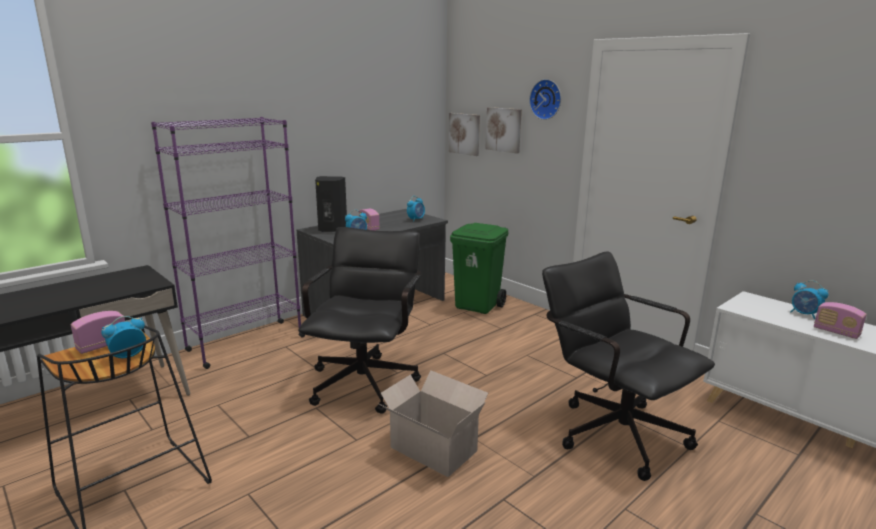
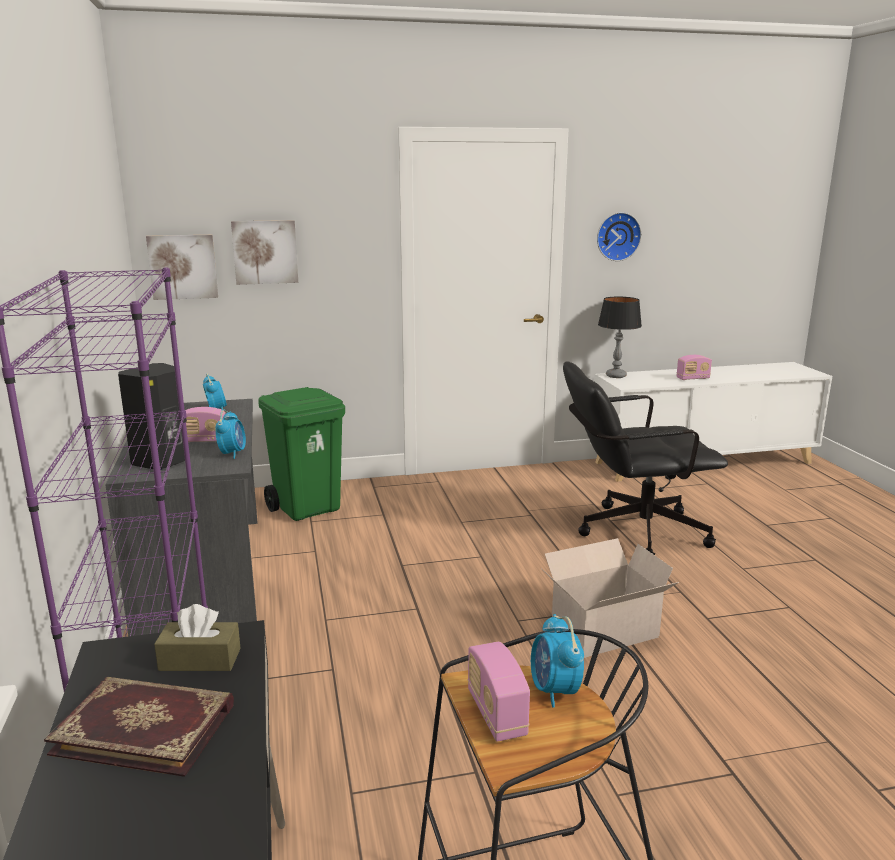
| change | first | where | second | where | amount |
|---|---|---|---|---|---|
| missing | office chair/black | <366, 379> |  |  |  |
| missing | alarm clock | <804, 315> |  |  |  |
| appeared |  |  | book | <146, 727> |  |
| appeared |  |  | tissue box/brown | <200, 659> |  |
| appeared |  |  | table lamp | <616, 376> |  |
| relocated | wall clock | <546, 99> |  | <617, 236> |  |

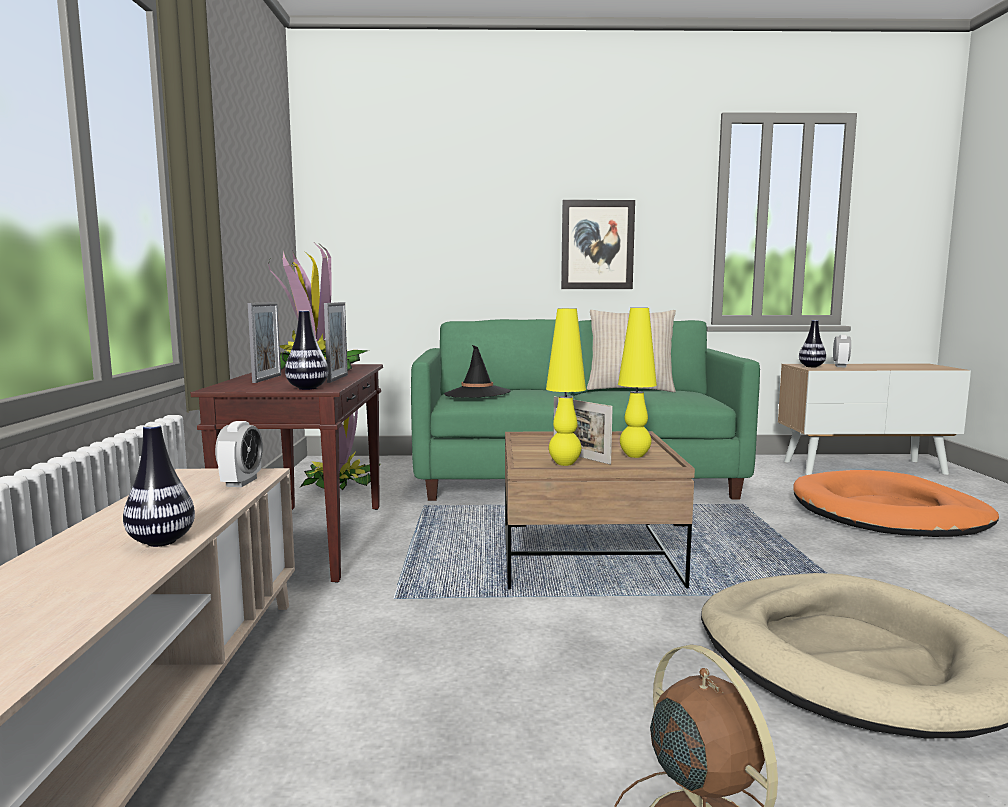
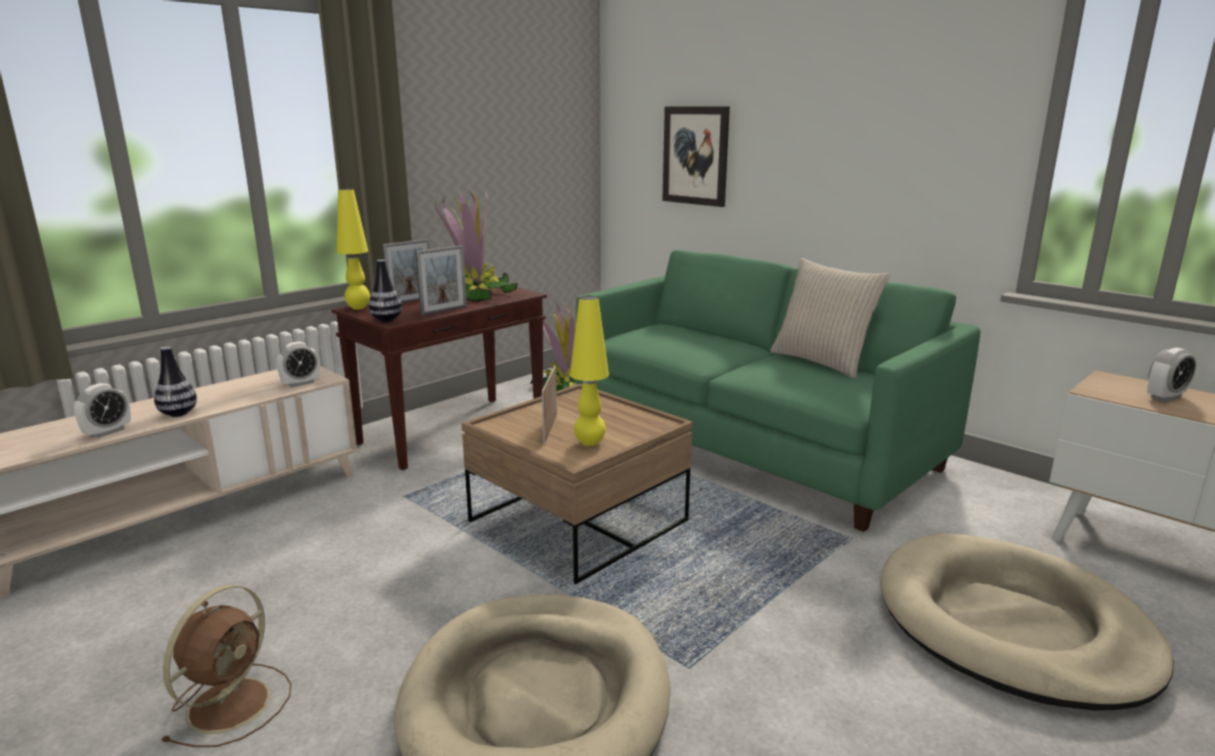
| change | first | where | second | where | amount |
|---|---|---|---|---|---|
| missing | hat/black | <477, 394> |  |  |  |
| missing | vase | <811, 366> |  |  |  |
| appeared |  |  | alarm clock | <107, 432> |  |
| relocated | table lamp/yellow | <564, 463> |  | <358, 308> |  |
| relocated | picture | <597, 245> |  | <695, 155> |  |
| colour | dog bed/orange | <888, 513> | dog bed/beige | <1011, 626> |  |

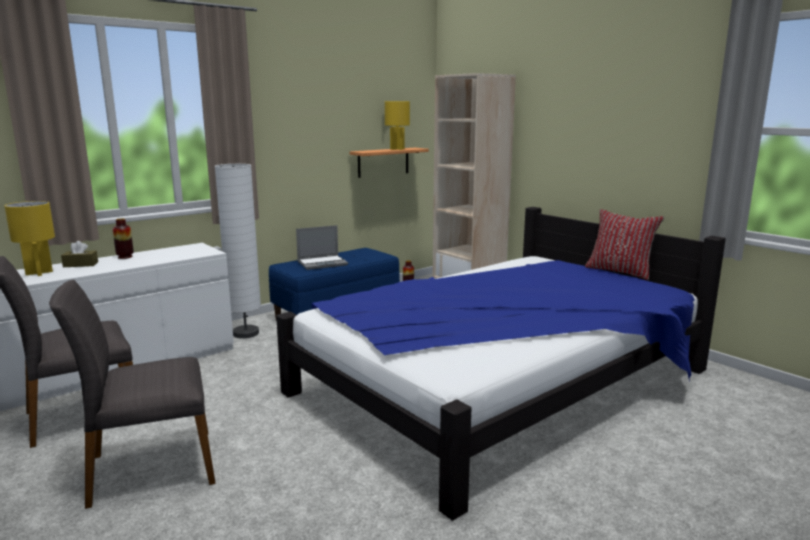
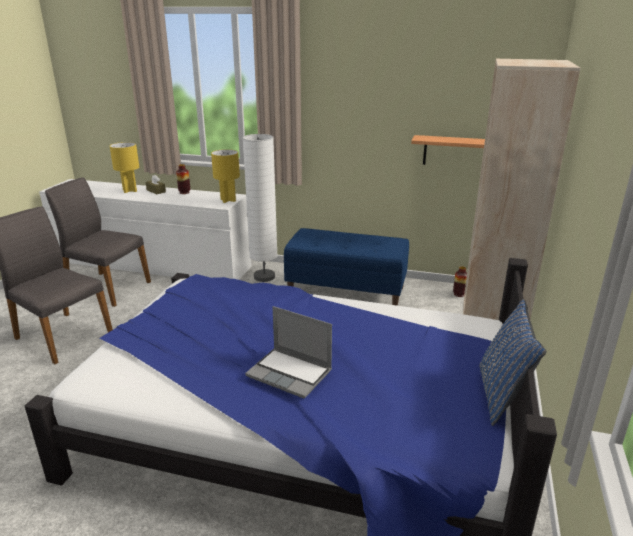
| change | first | where | second | where | amount |
|---|---|---|---|---|---|
| relocated | laptop | <323, 263> |  | <291, 373> |  |
| relocated | table lamp/yellow | <397, 149> |  | <228, 200> |  |
| colour | pillow/red | <620, 271> | pillow/blue | <502, 395> |  |

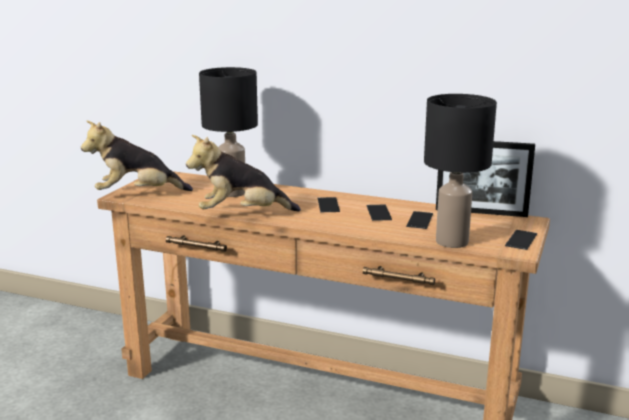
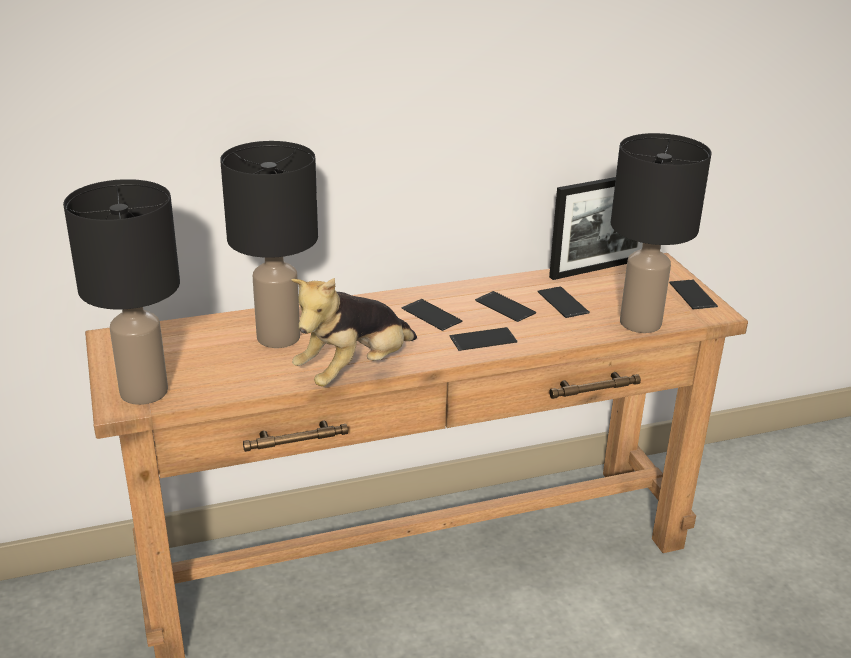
| change | first | where | second | where | amount |
|---|---|---|---|---|---|
| appeared |  |  | phone | <483, 339> |  |
| exchanged | plush toy | <137, 194> | table lamp/black | <145, 391> |  |

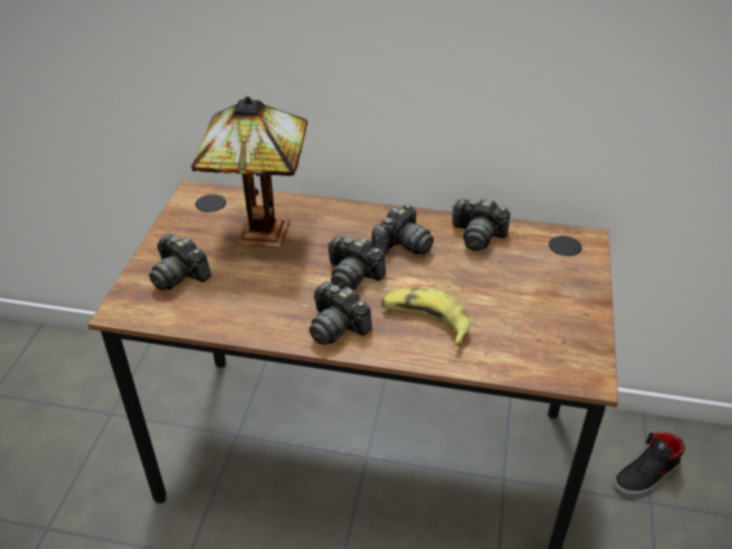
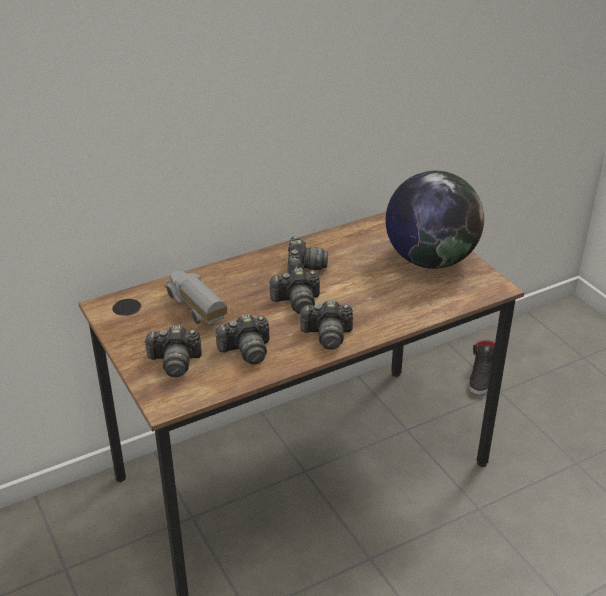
| change | first | where | second | where | amount |
|---|---|---|---|---|---|
| missing | banana | <425, 321> |  |  |  |
| appeared |  |  | globe | <430, 260> |  |
| relocated | photo camera | <477, 236> |  | <246, 351> |  |
| exchanged | table lamp | <258, 234> | toy truck | <195, 309> |  |

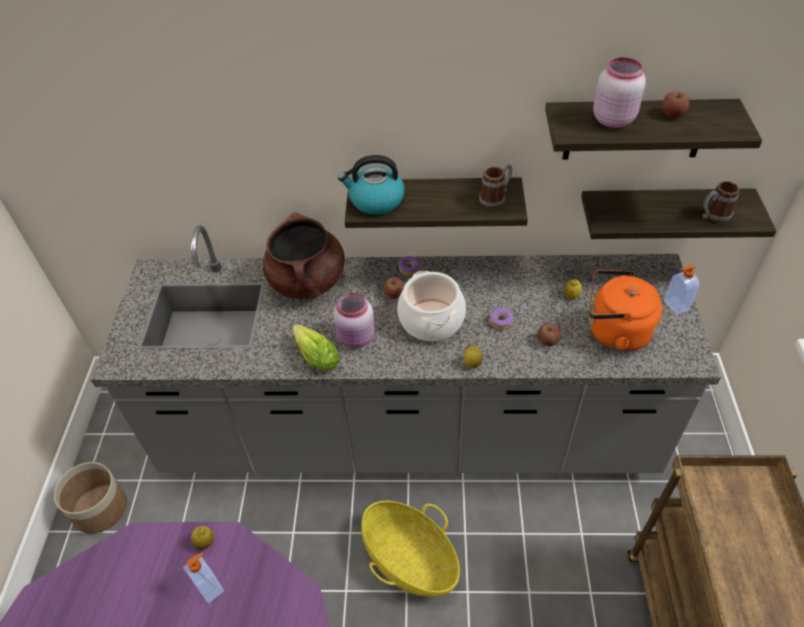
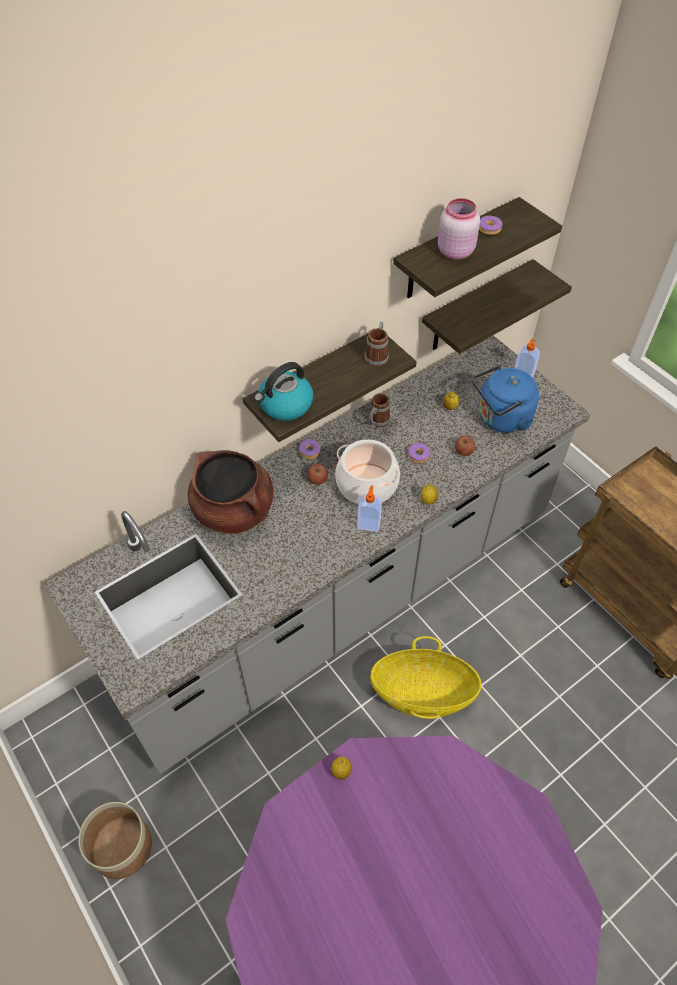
| change | first | where | second | where | amount |
|---|---|---|---|---|---|
| missing | lettuce | <315, 355> |  |  |  |
| missing | jar/pink | <356, 338> |  |  |  |
| relocated | soap dispenser | <210, 587> |  | <369, 524> |  |
| relocated | mug | <713, 216> |  | <377, 422> |  |
| exchanged | apple | <672, 114> | donut | <489, 229> |  |
| colour | kettle/orange | <614, 332> | kettle/blue | <501, 418> |  |

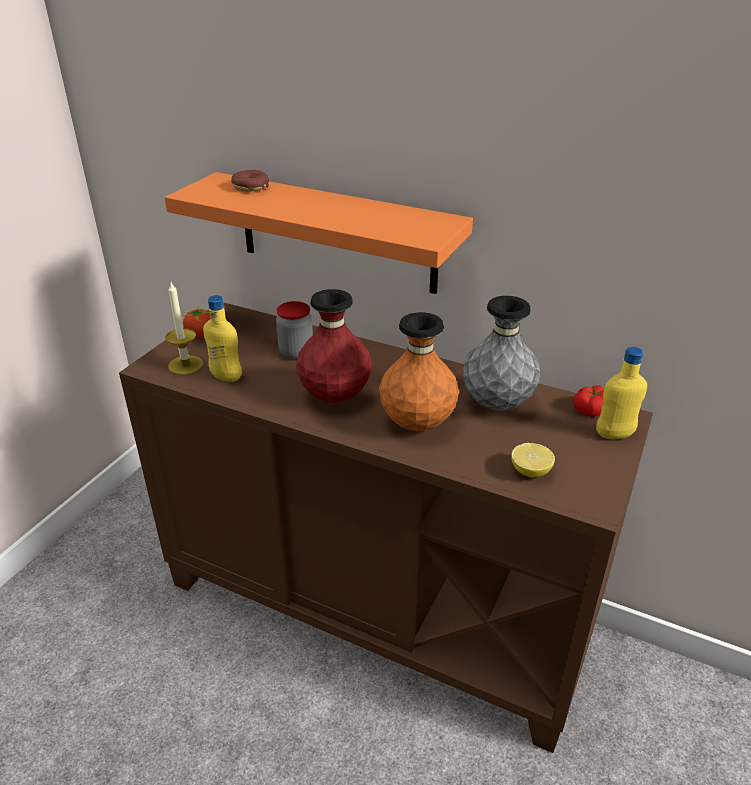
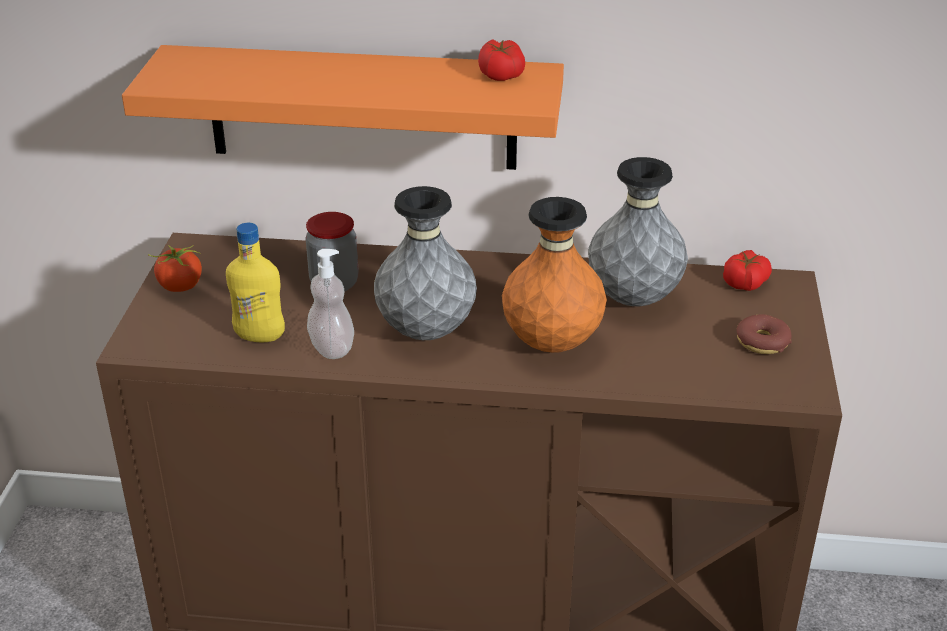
| change | first | where | second | where | amount |
|---|---|---|---|---|---|
| missing | candle | <185, 365> |  |  |  |
| missing | lemon | <530, 471> |  |  |  |
| missing | bottle/yellow | <614, 435> |  |  |  |
| appeared |  |  | soap dispenser | <332, 348> |  |
| appeared |  |  | tomato | <500, 74> |  |
| relocated | donut | <250, 187> |  | <762, 342> |  |
| colour | vase/red | <335, 397> | vase/grey | <426, 332> |  |

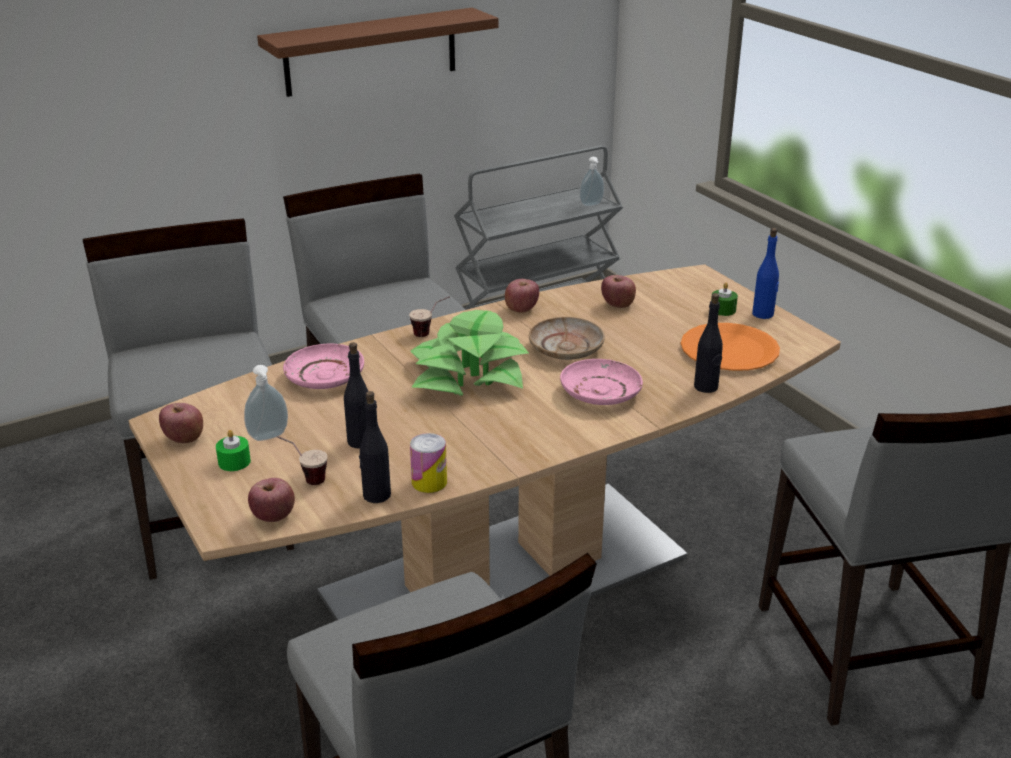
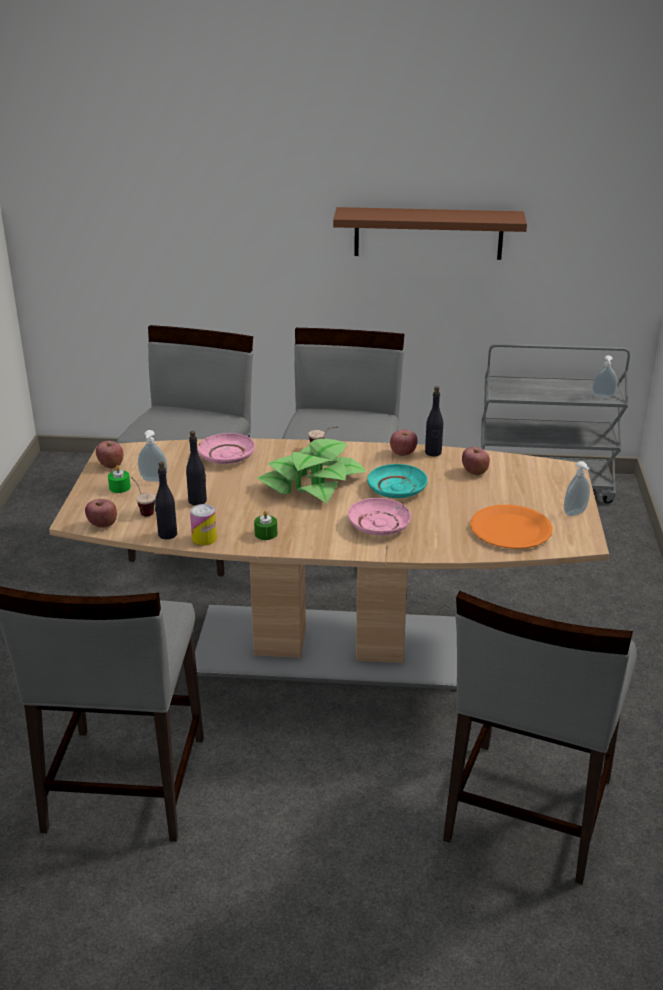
| change | first | where | second | where | amount |
|---|---|---|---|---|---|
| relocated | bottle/black | <706, 387> |  | <433, 452> |  |
| relocated | candle/green | <723, 310> |  | <266, 533> |  |
| exchanged | bottle/blue | <763, 314> | soap dispenser | <576, 513> |  |
| colour | plate/beige | <566, 348> | plate/turquoise | <397, 488> |  |

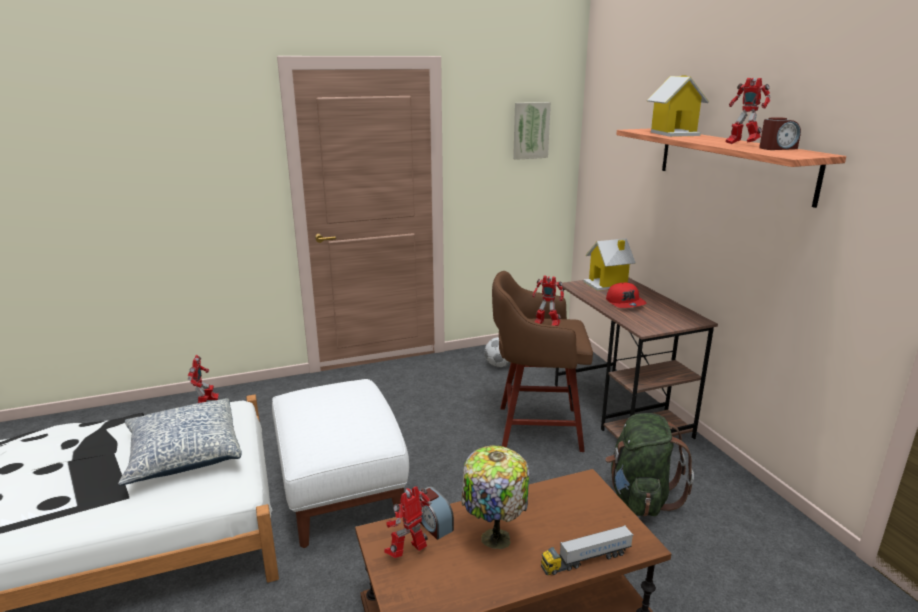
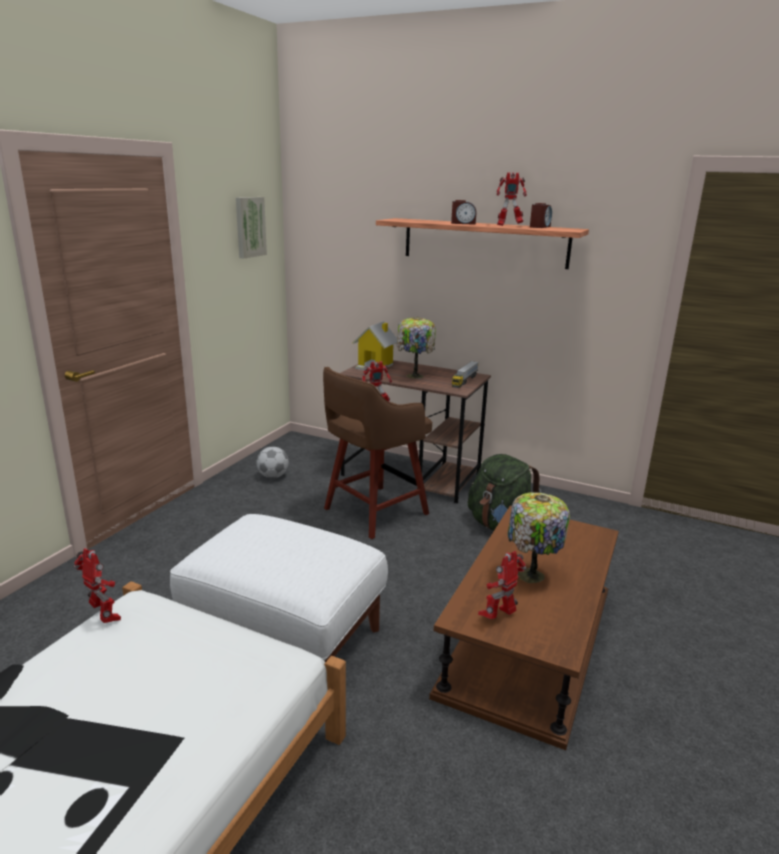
| change | first | where | second | where | amount |
|---|---|---|---|---|---|
| missing | pillow | <184, 453> |  |  |  |
| missing | toy house | <674, 133> |  |  |  |
| relocated | alarm clock | <434, 525> |  | <463, 223> |  |
| relocated | toy truck | <586, 560> |  | <464, 381> |  |
| exchanged | cap/red | <625, 303> | table lamp | <414, 376> |  |
| spun | toy robot | <409, 553> |  | <499, 617> | 45 degrees clockwise |

